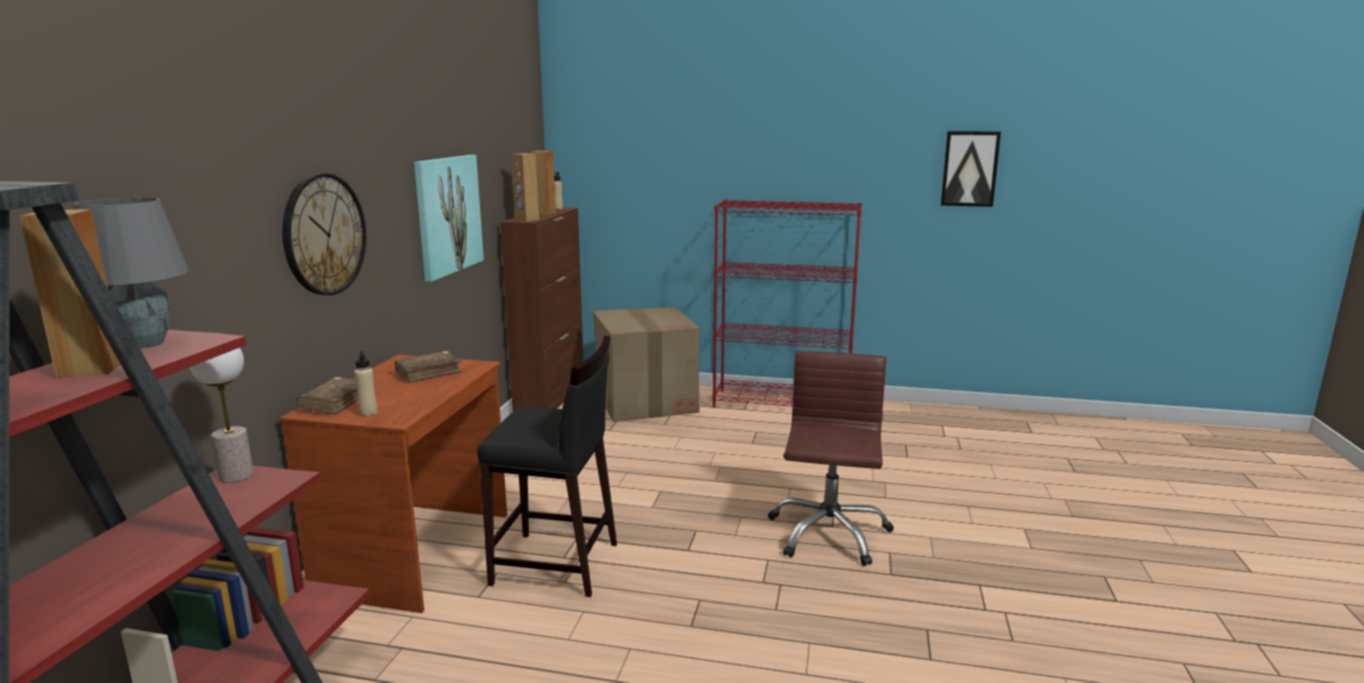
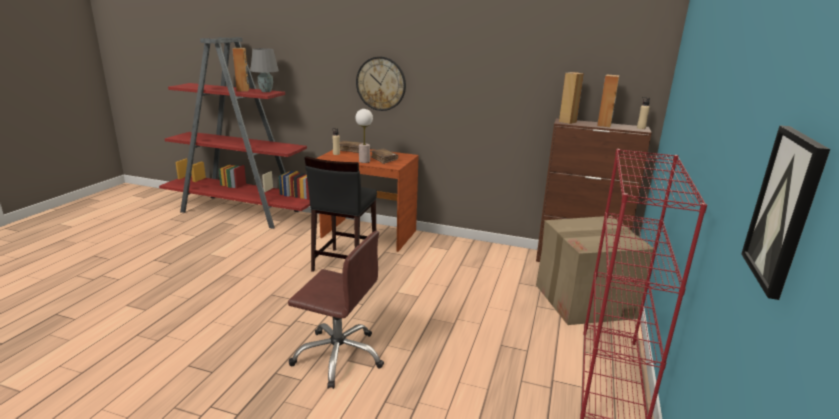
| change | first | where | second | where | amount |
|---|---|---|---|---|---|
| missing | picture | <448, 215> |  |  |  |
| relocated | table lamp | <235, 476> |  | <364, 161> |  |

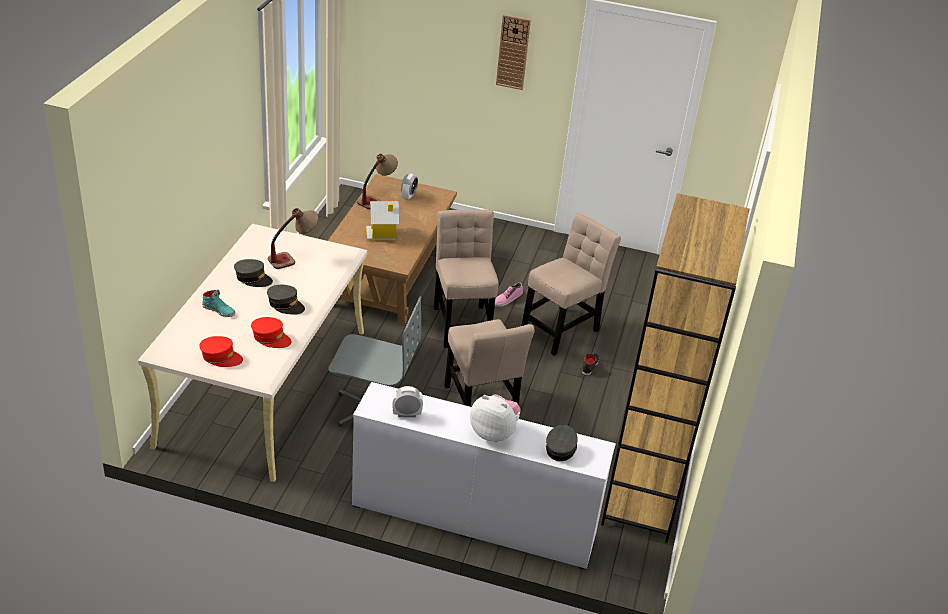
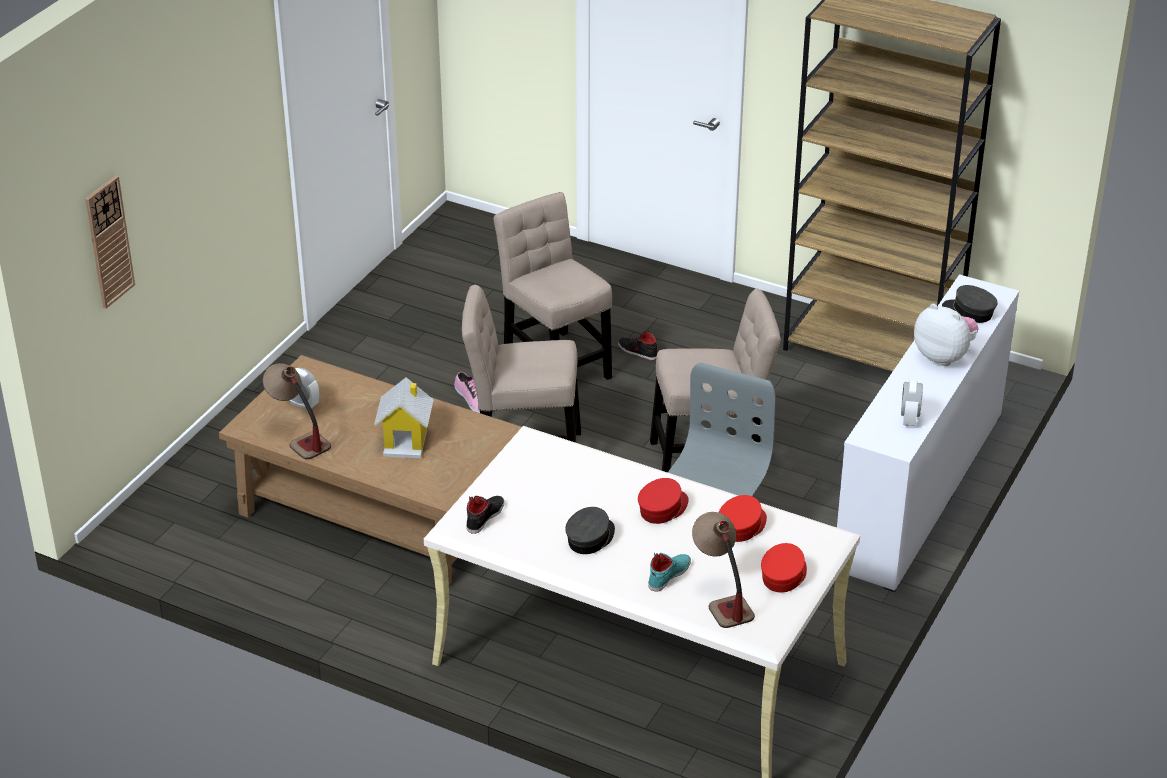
| change | first | where | second | where | amount |
|---|---|---|---|---|---|
| appeared |  |  | shoe/black | <484, 517> |  |
| relocated | table lamp | <293, 258> |  | <721, 598> |  |
| relocated | wall clock | <513, 52> |  | <109, 242> |  |
| colour | cap/grey | <285, 305> | cap/red | <663, 508> |  |
| spun | plush toy | <494, 433> |  | <943, 356> | 90 degrees clockwise |

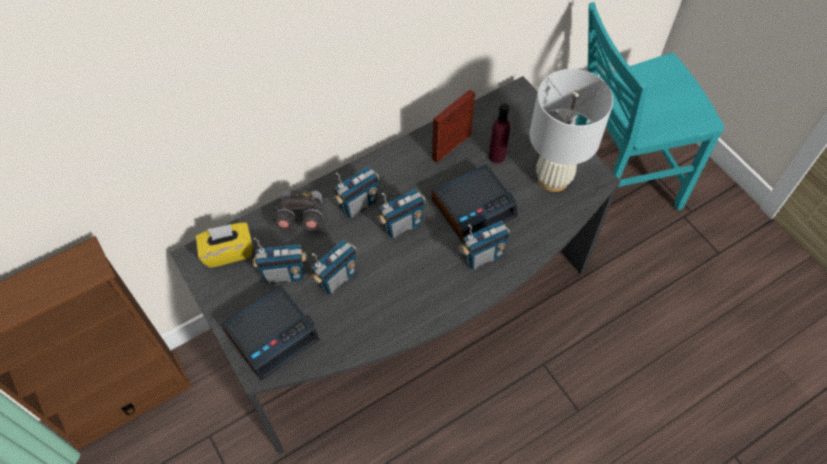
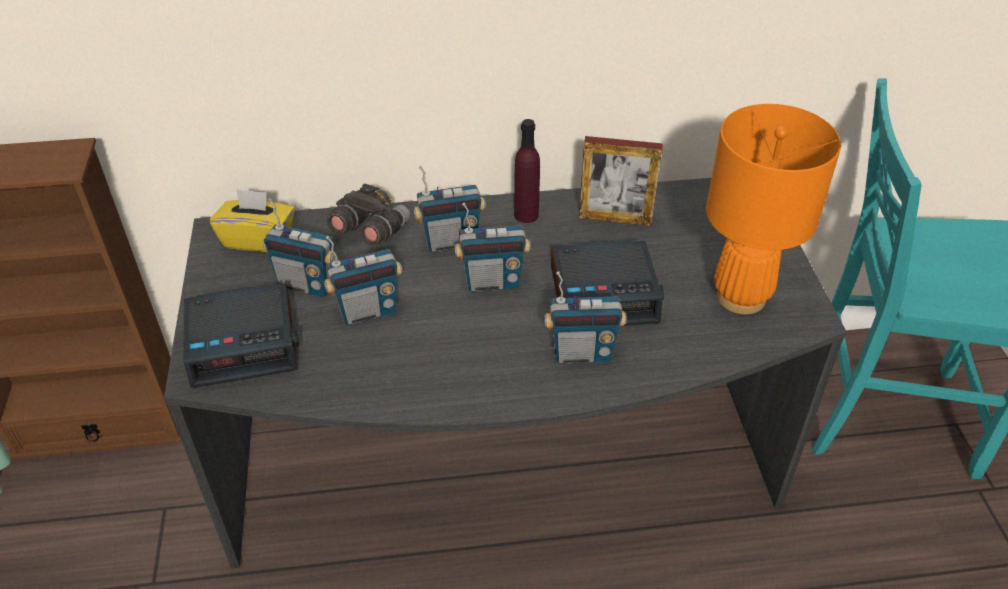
| change | first | where | second | where | amount |
|---|---|---|---|---|---|
| relocated | bottle/purple | <496, 156> |  | <526, 215> |  |
| colour | table lamp/white | <553, 178> | table lamp/orange | <741, 297> |  |
| spun | picture frame | <451, 146> |  | <615, 219> | 150 degrees counterclockwise |

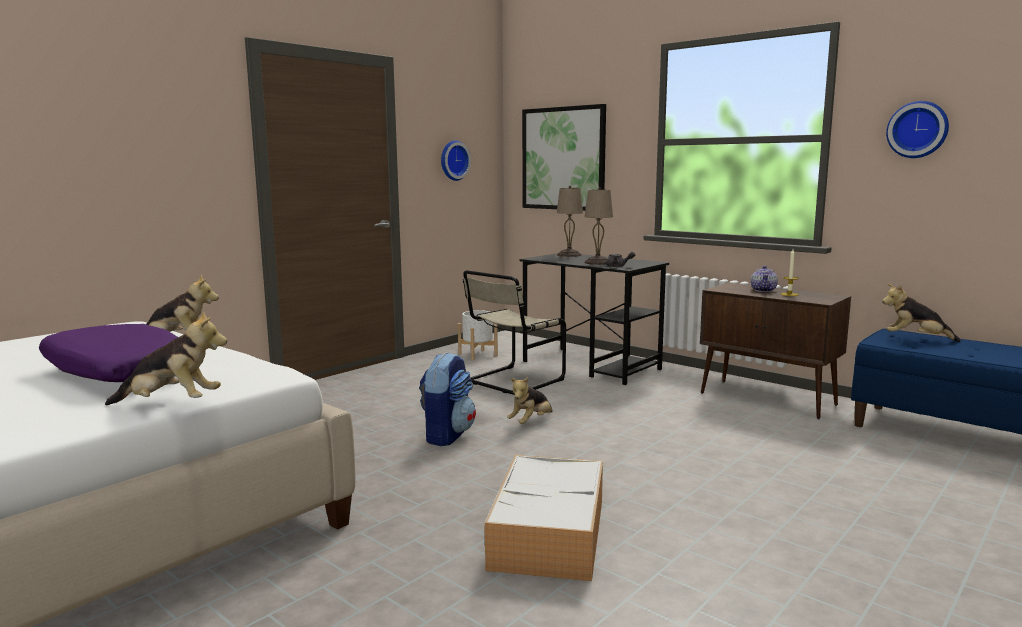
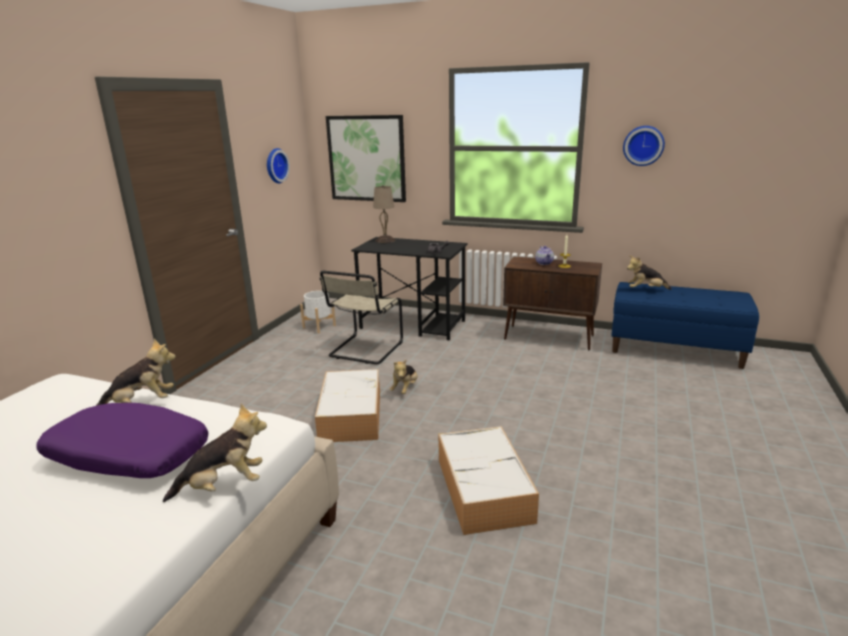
| change | first | where | second | where | amount |
|---|---|---|---|---|---|
| missing | table lamp/beige | <598, 262> |  |  |  |
| exchanged | backpack | <447, 435> | storage box | <350, 414> |  |

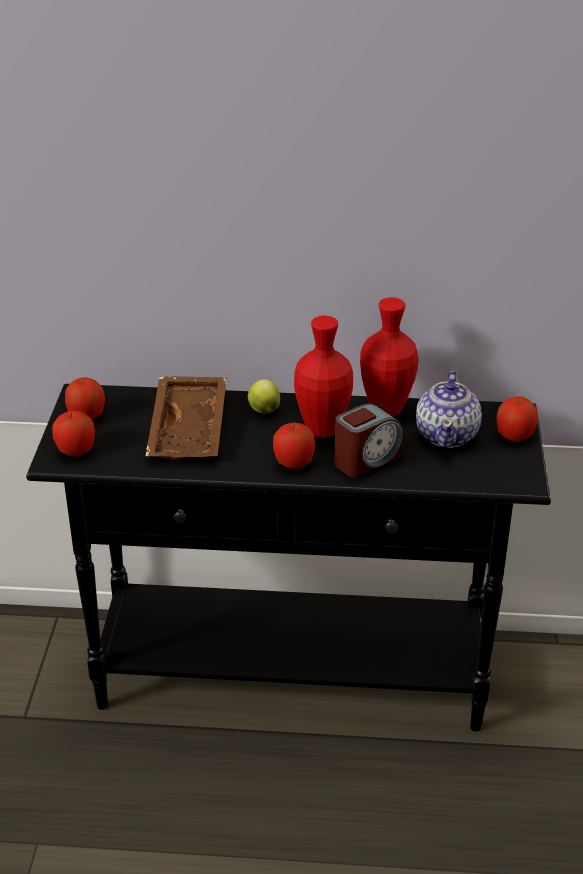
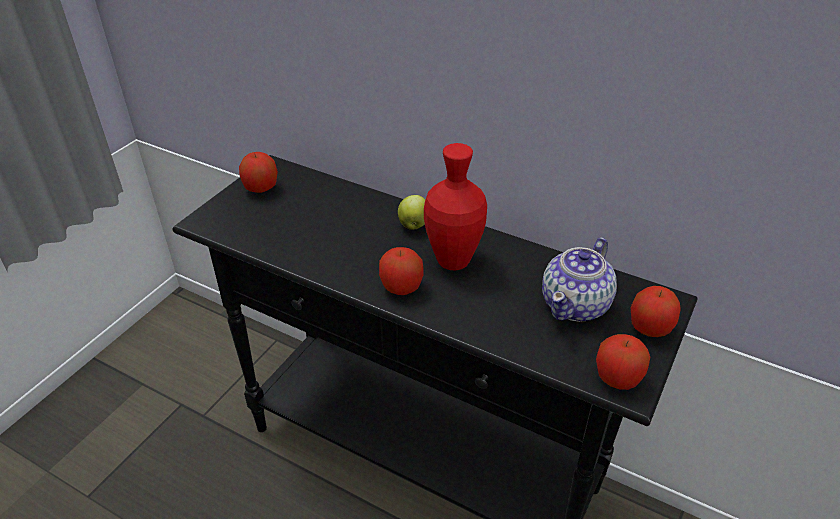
| change | first | where | second | where | amount |
|---|---|---|---|---|---|
| missing | tray/brown | <190, 430> |  |  |  |
| missing | alarm clock | <366, 460> |  |  |  |
| missing | vase/red | <386, 410> |  |  |  |
| relocated | apple | <76, 451> |  | <617, 378> |  |

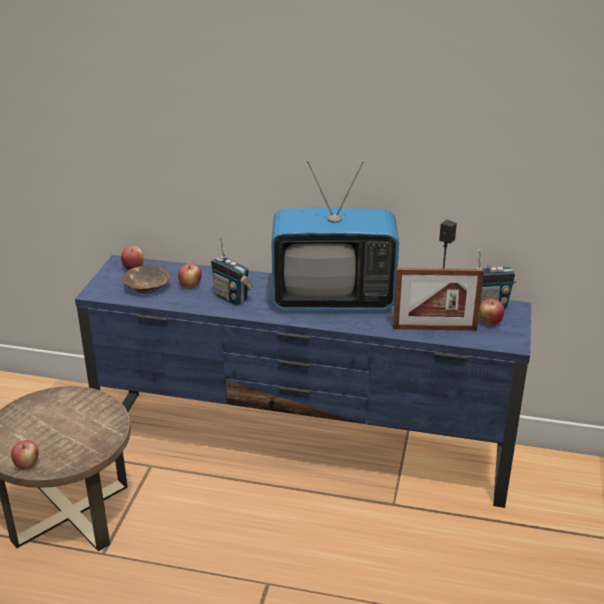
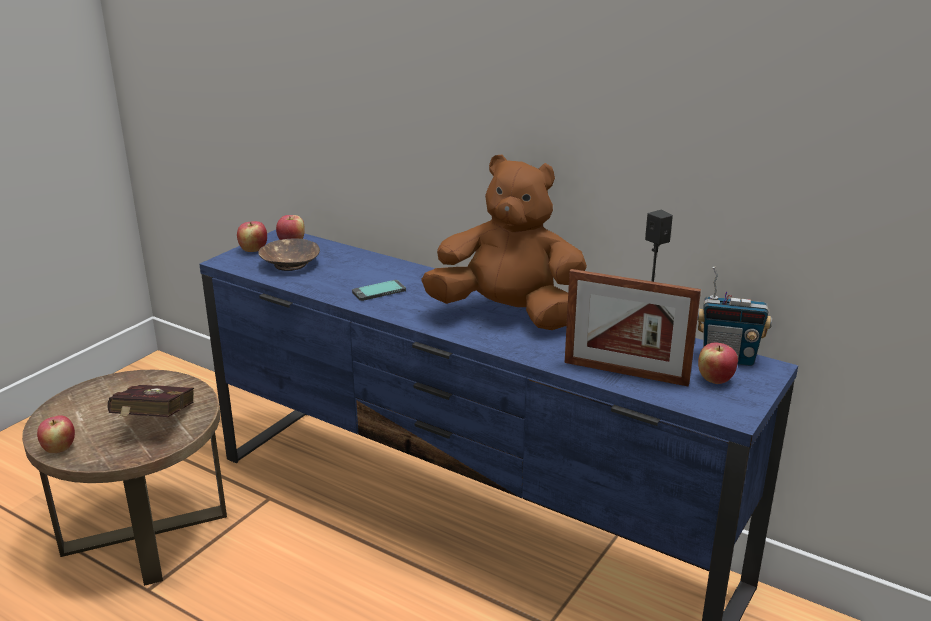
| change | first | where | second | where | amount |
|---|---|---|---|---|---|
| appeared |  |  | book/red | <153, 423> |  |
| relocated | apple | <190, 286> |  | <253, 250> |  |
| exchanged | radio | <231, 298> | phone | <379, 291> |  |
| exchanged | television | <333, 299> | plush toy/brown | <508, 314> |  |

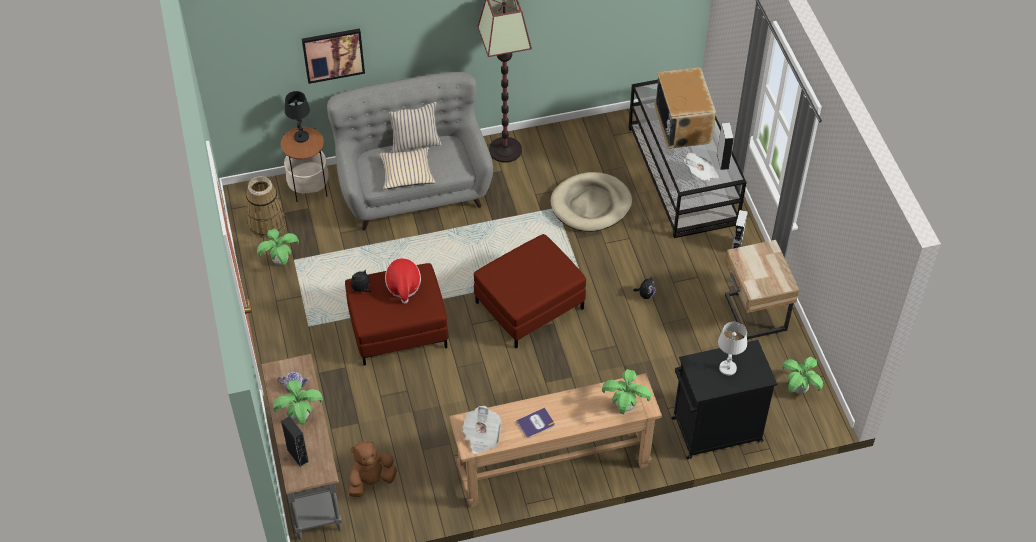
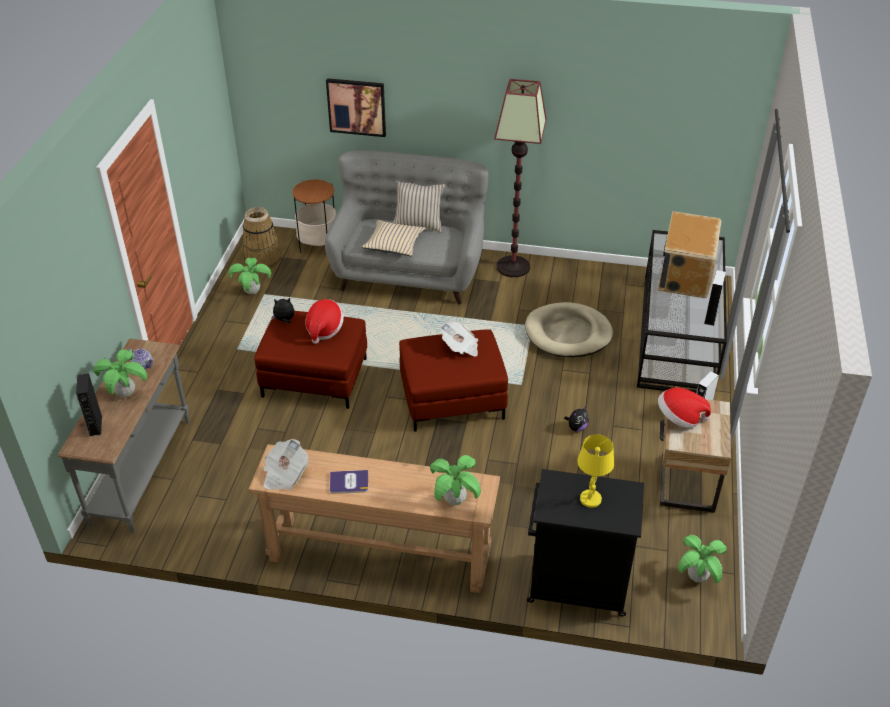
| change | first | where | second | where | amount |
|---|---|---|---|---|---|
| missing | table lamp/black | <301, 137> |  |  |  |
| missing | plush toy/brown | <371, 481> |  |  |  |
| appeared |  |  | hat | <679, 418> |  |
| relocated | newspaper | <700, 174> |  | <460, 347> |  |
| colour | table lamp/white | <727, 368> | table lamp/yellow | <590, 499> |  |

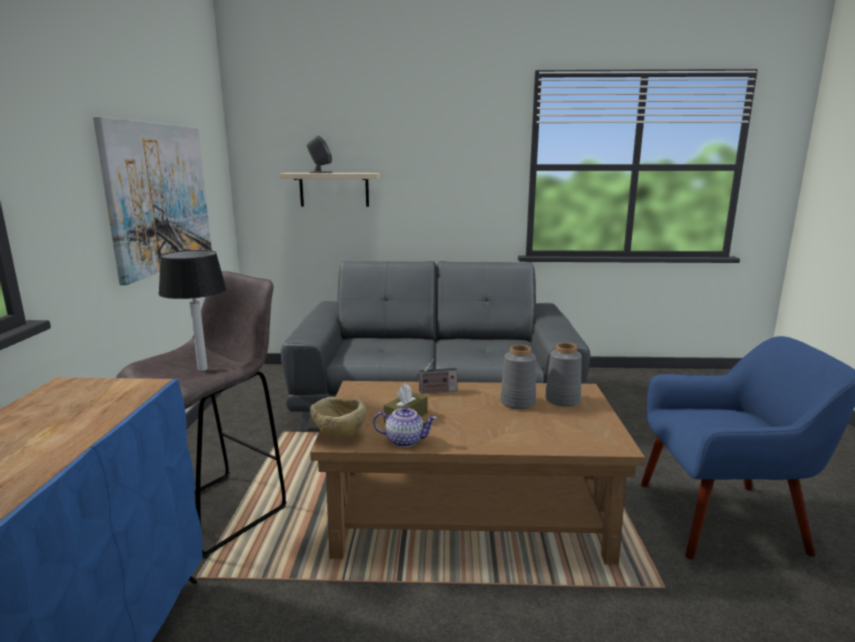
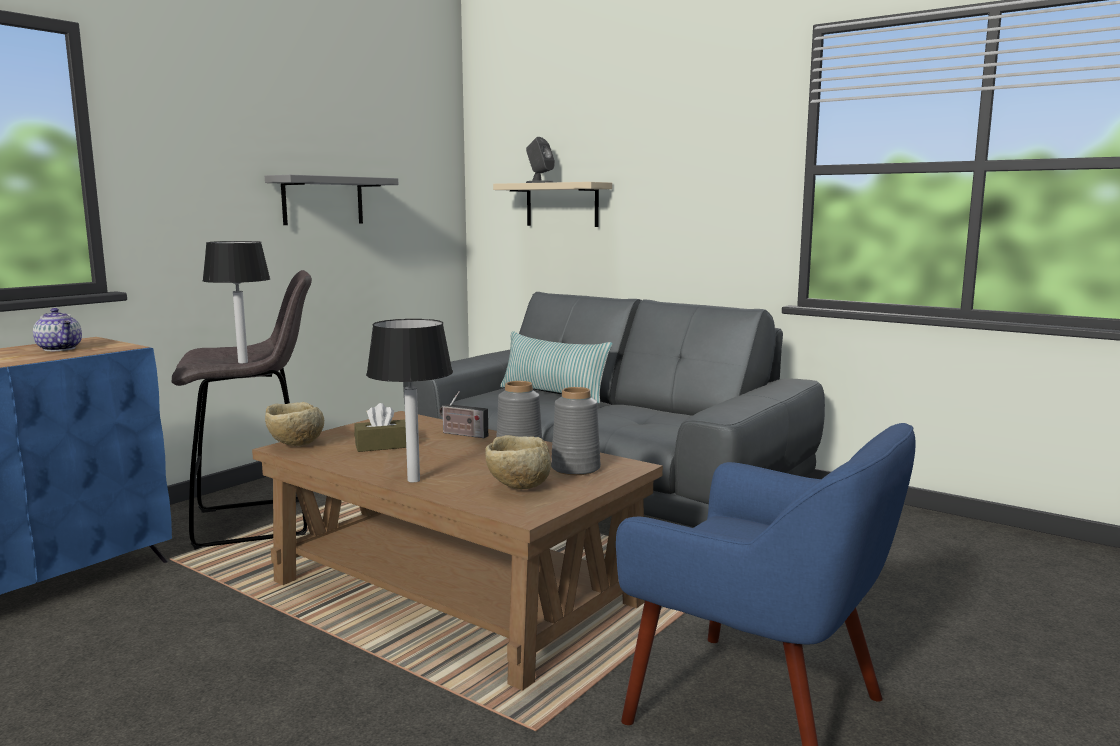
| change | first | where | second | where | amount |
|---|---|---|---|---|---|
| appeared |  |  | table lamp | <413, 480> |  |
| appeared |  |  | bowl/beige | <518, 487> |  |
| appeared |  |  | pillow | <553, 393> |  |
| relocated | teapot | <405, 440> |  | <61, 349> |  |
| exchanged | picture | <160, 196> | shelf/grey | <323, 200> |  |

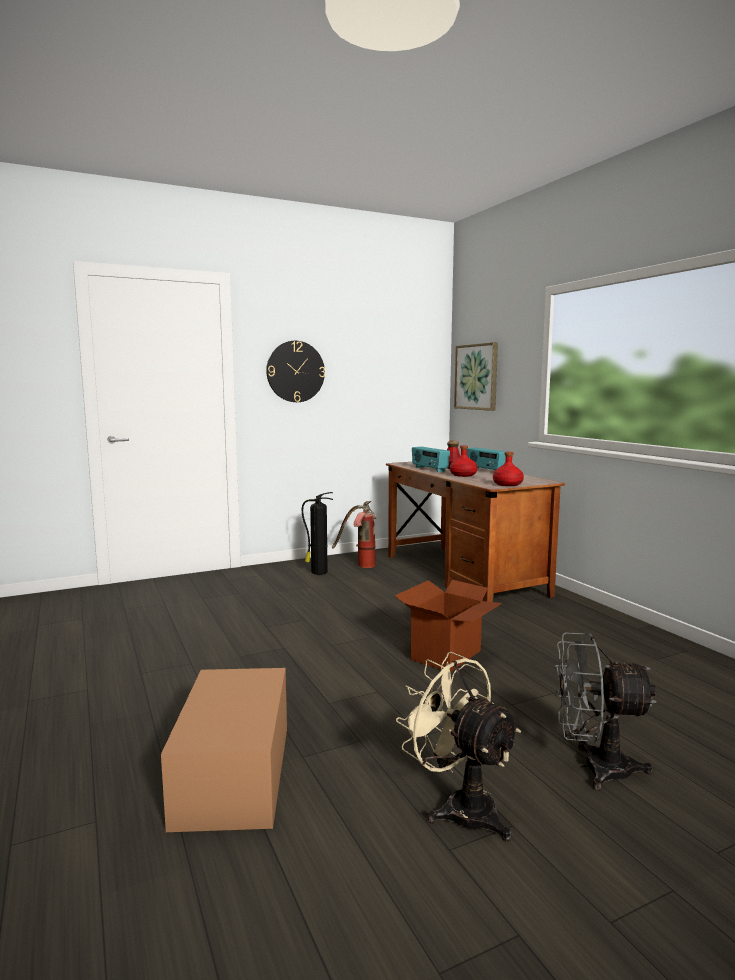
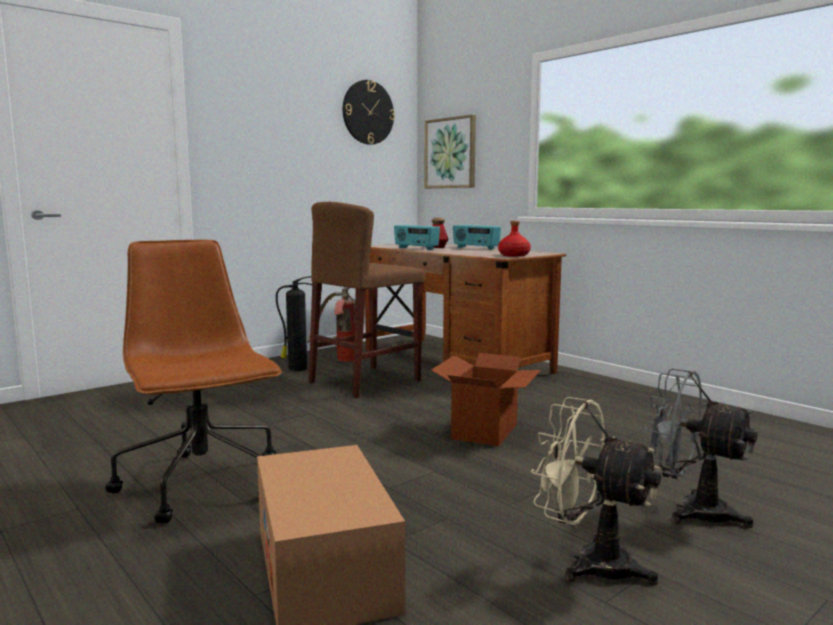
| change | first | where | second | where | amount |
|---|---|---|---|---|---|
| missing | bottle/red | <463, 475> |  |  |  |
| appeared |  |  | office chair/brown | <202, 485> |  |
| appeared |  |  | stool/brown | <365, 381> |  |
| relocated | wall clock | <295, 371> |  | <368, 112> |  |
| spun | fan/grey | <594, 767> |  | <691, 510> | 45 degrees clockwise |

